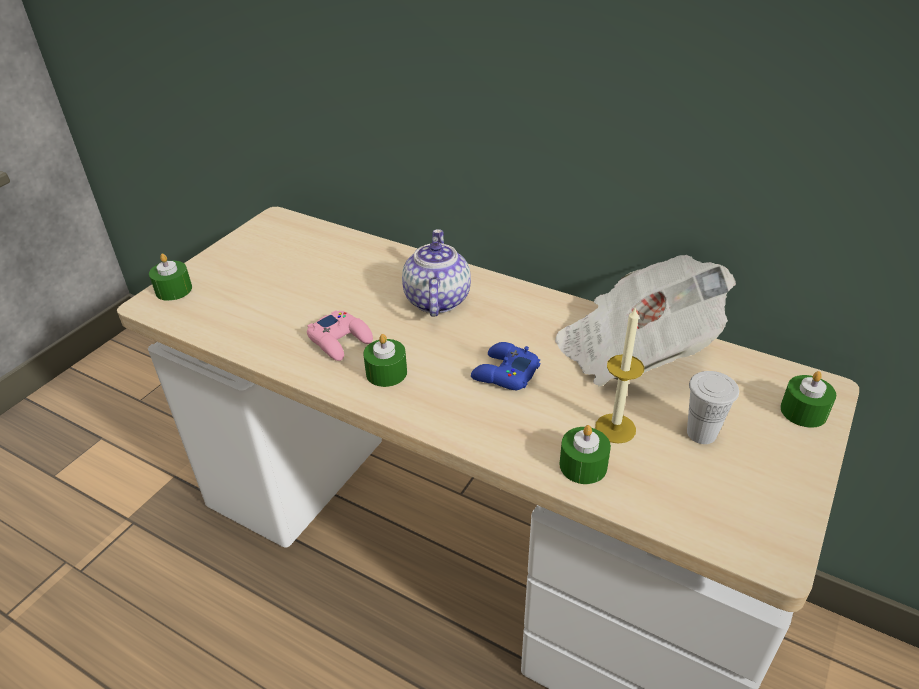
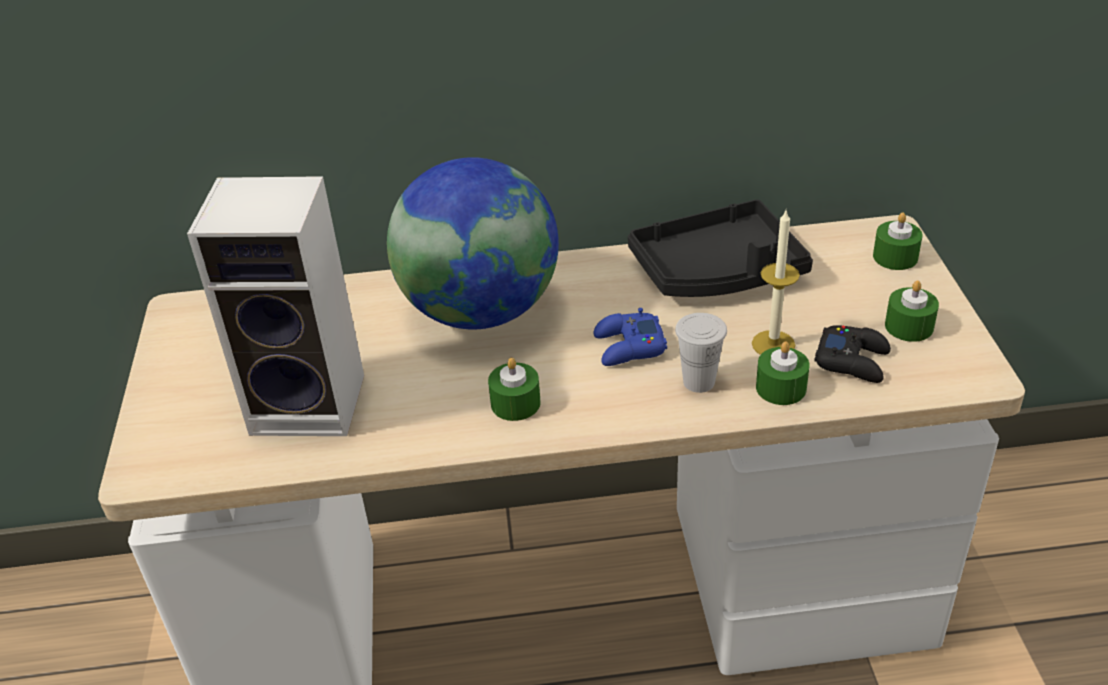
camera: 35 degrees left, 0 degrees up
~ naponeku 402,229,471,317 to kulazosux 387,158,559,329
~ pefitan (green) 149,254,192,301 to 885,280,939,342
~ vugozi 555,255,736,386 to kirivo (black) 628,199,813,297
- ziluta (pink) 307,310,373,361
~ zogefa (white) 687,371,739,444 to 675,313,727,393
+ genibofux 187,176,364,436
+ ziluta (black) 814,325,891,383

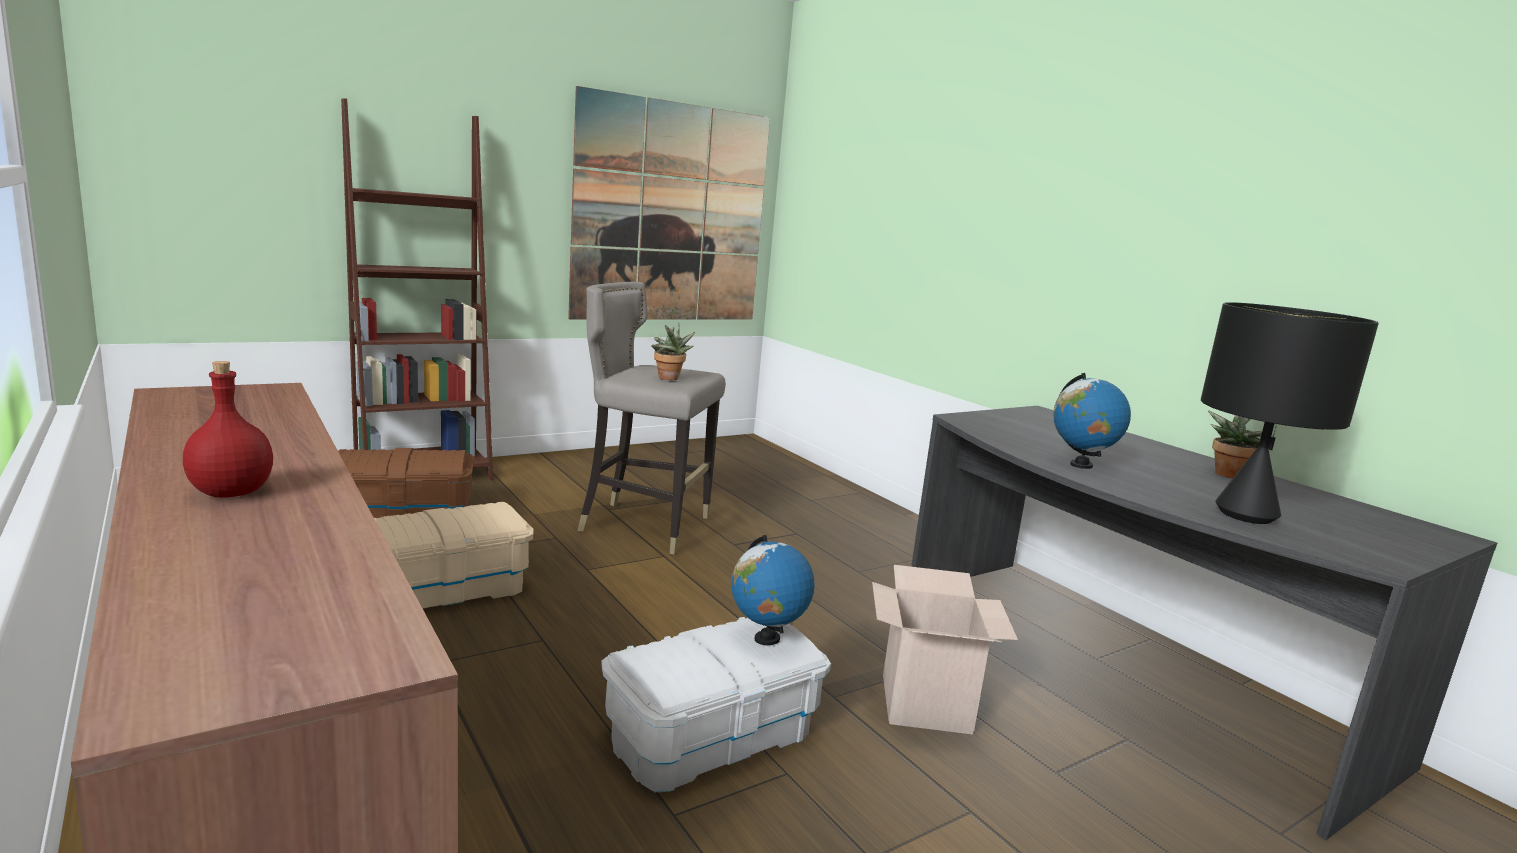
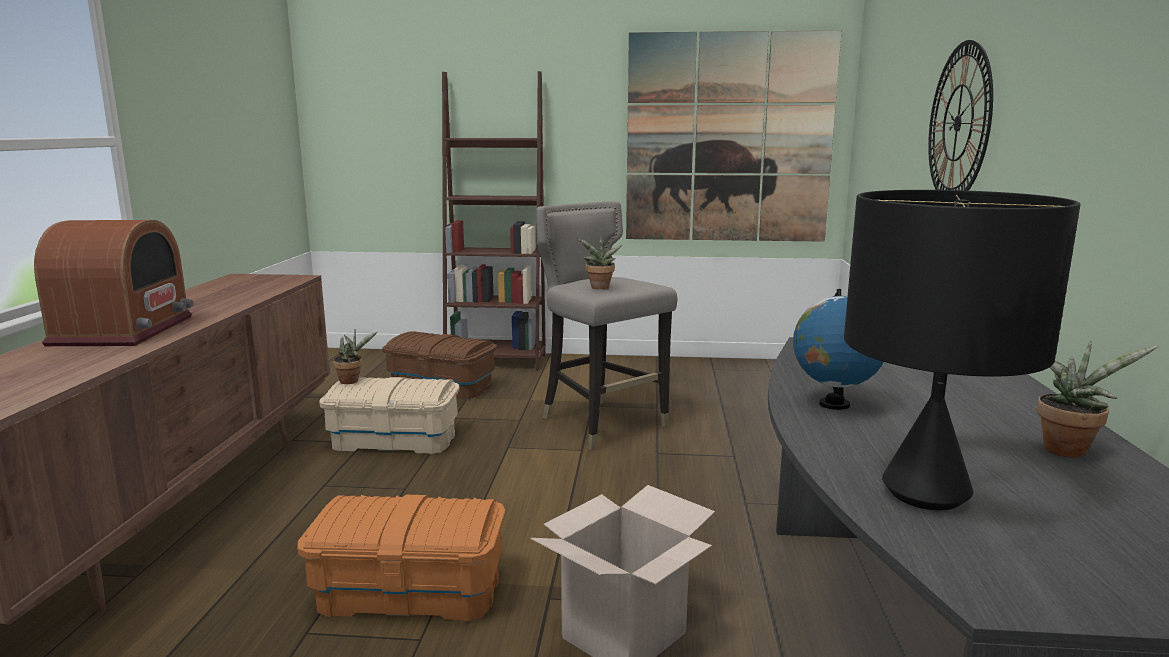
camera: 40 degrees right, 0 degrees up
~ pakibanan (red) 183,361,273,498 to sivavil 34,220,194,346
- kulazosux 731,535,815,645
~ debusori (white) 601,617,831,792 to debusori (orange) 297,495,505,622
+ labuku 928,40,993,191
+ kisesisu 333,329,377,384

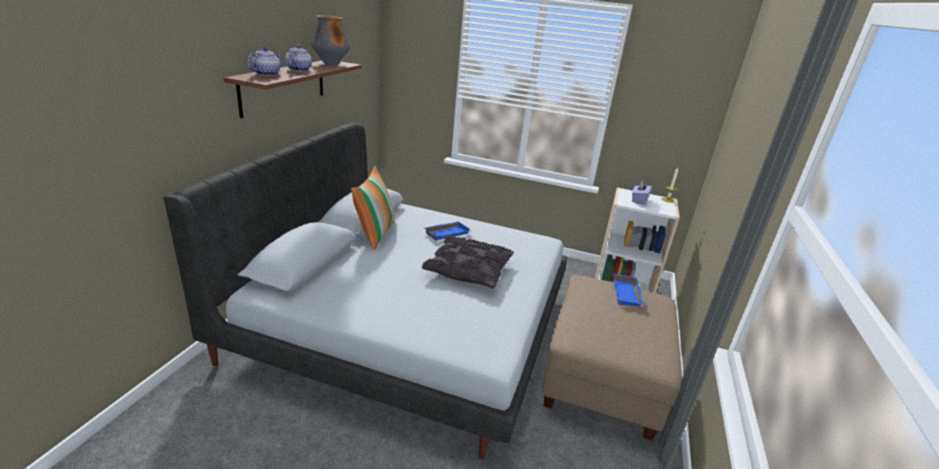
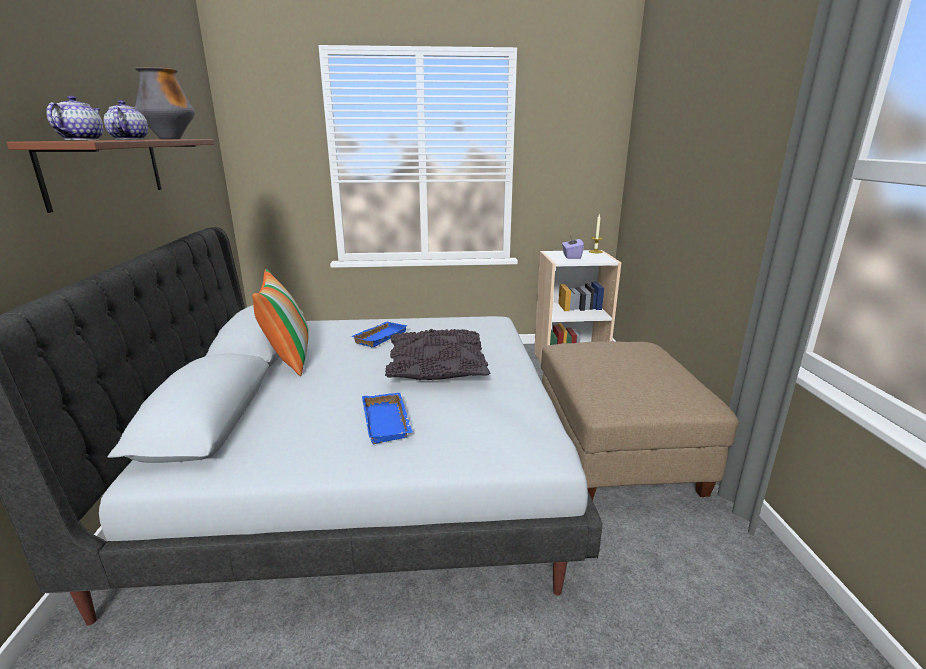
camera: 20 degrees left, 5 degrees down
~ kirivo (blue) 612,273,645,307 to 362,393,413,444

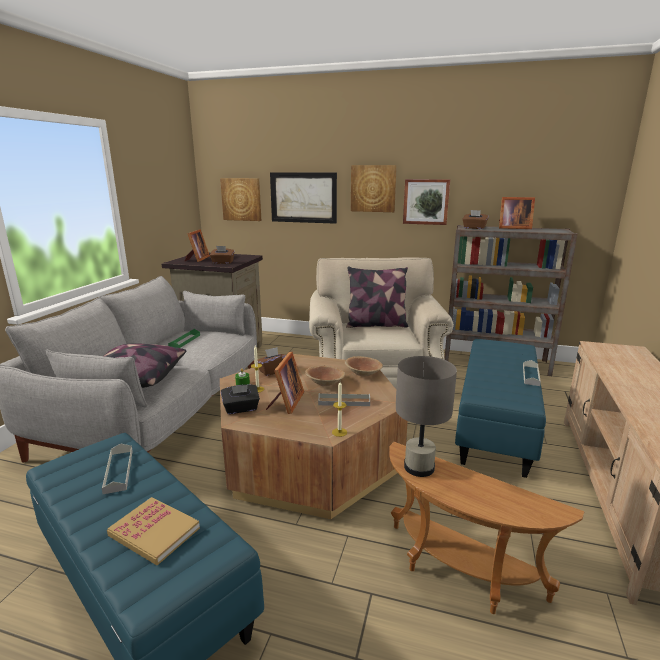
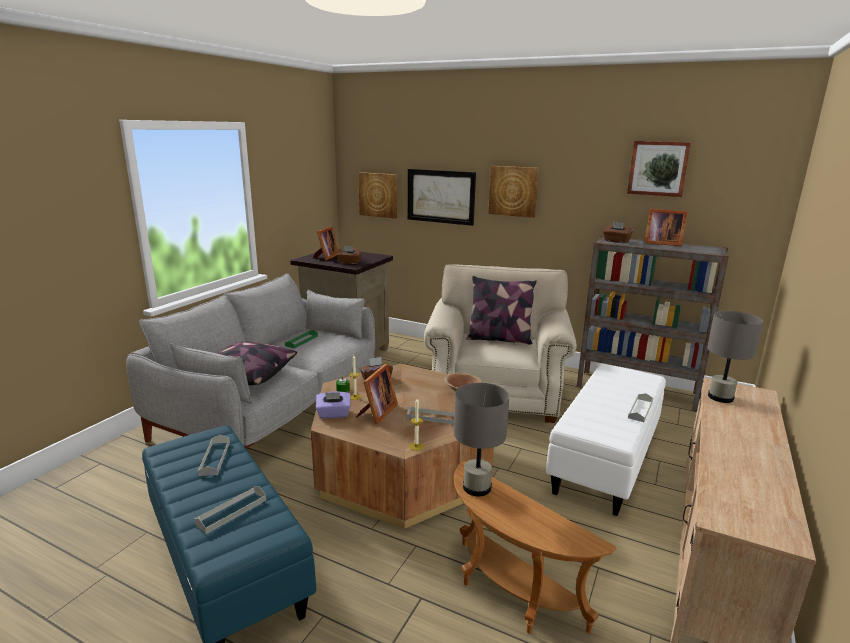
camera: 10 degrees right, 0 degrees up
~ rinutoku 403,179,450,225 to 627,141,691,197
~ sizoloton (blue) 455,339,546,478 to sizoloton (white) 546,364,666,516
- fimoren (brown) 305,365,345,386
~ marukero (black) 221,384,260,414 to marukero (purple) 316,392,351,418
~ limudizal 107,497,200,565 to kirivo (grey) 194,486,266,534
+ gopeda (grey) 707,311,763,403

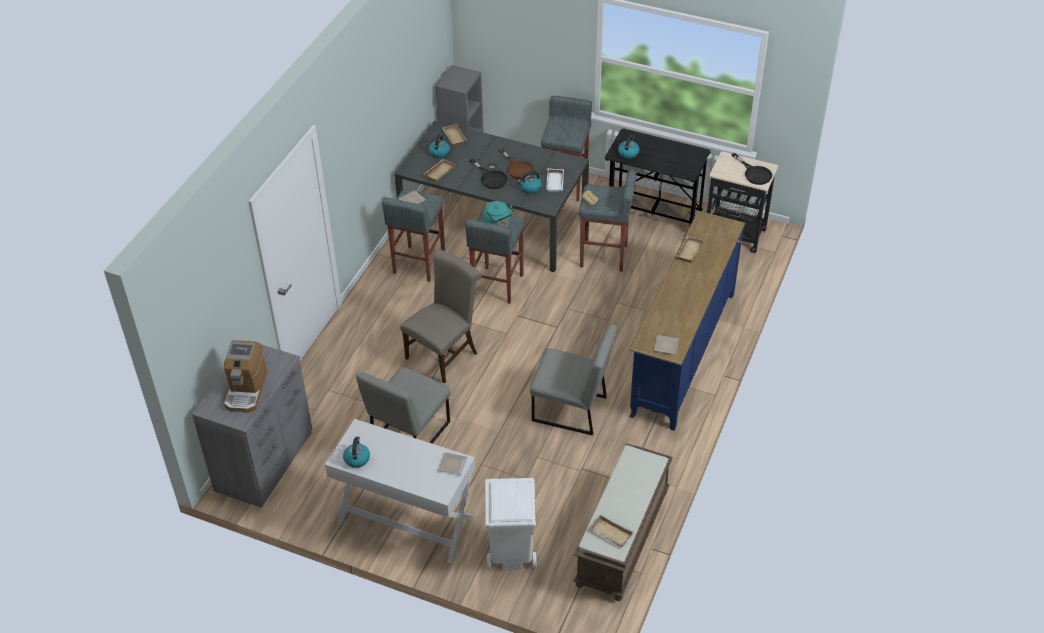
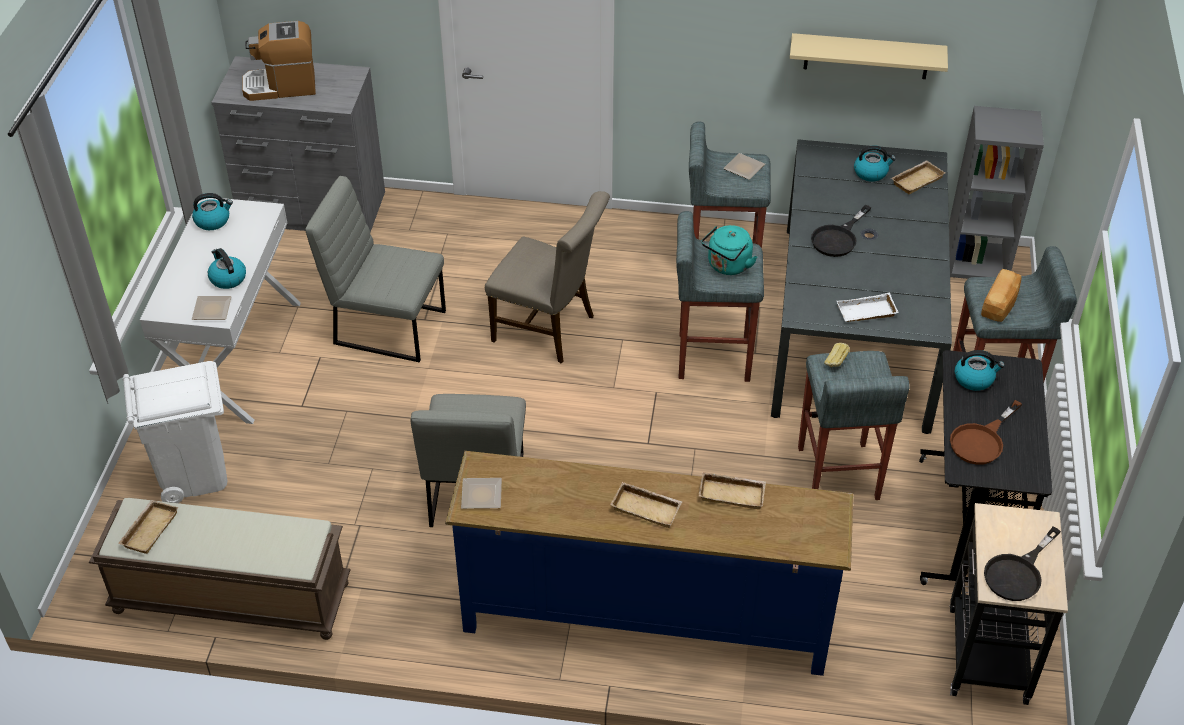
camera: 75 degrees right, 0 degrees up
~ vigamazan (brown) 499,148,534,179 to 950,400,1022,465
~ kirivo (beige) 424,159,455,182 to 610,482,682,528
~ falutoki 517,171,542,193 to 208,248,246,289
+ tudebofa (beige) 790,33,948,79
+ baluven 981,269,1021,322

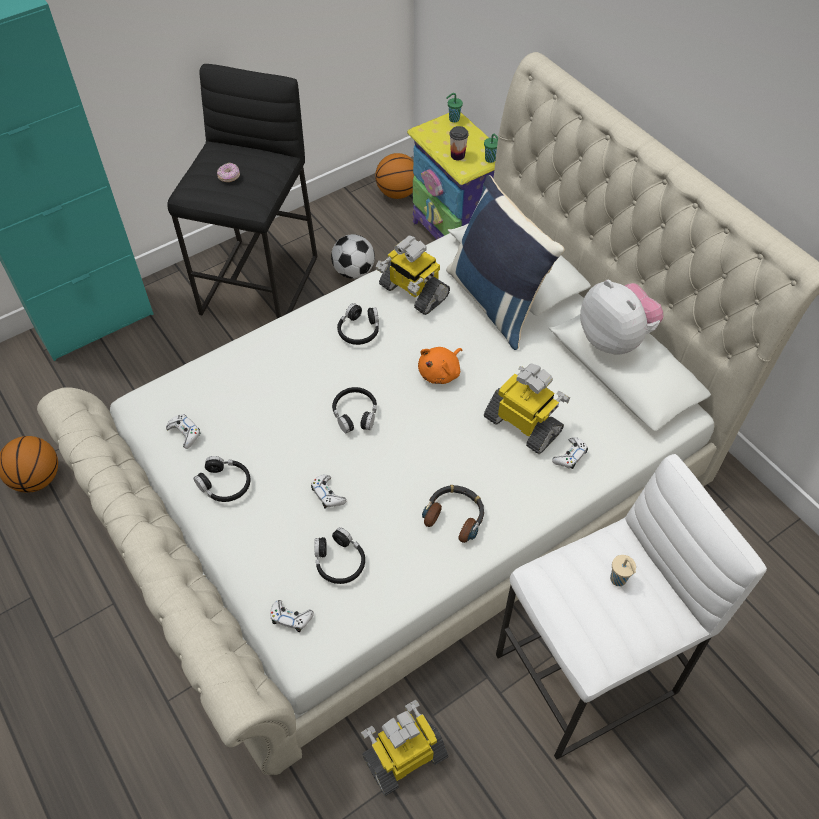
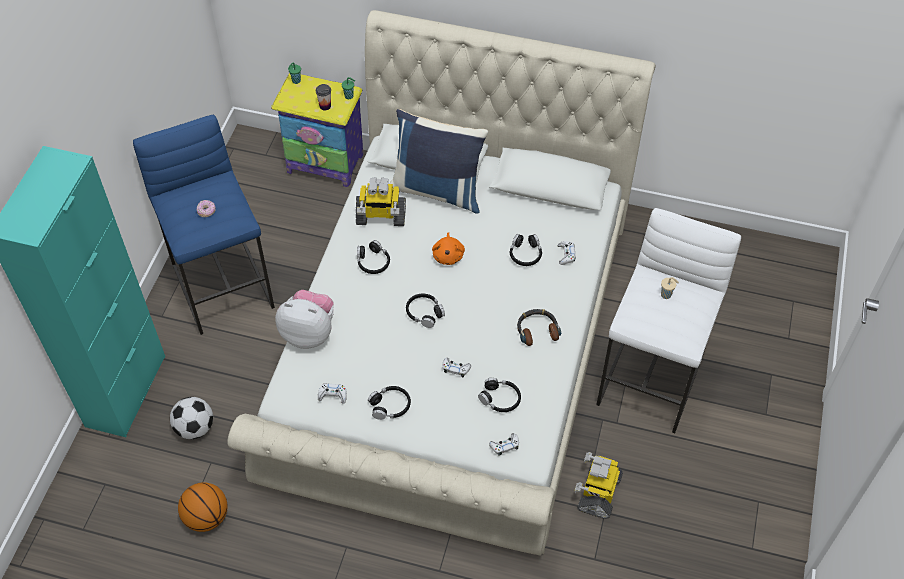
camera: 40 degrees left, 0 degrees up
~ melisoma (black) 167,64,318,319 to melisoma (blue) 133,115,275,335
- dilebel 375,153,414,199
~ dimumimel 331,234,375,279 to 170,397,213,439
~ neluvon 580,280,664,355 to 275,290,334,349
~ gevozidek 484,363,570,454 to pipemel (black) 510,234,542,266

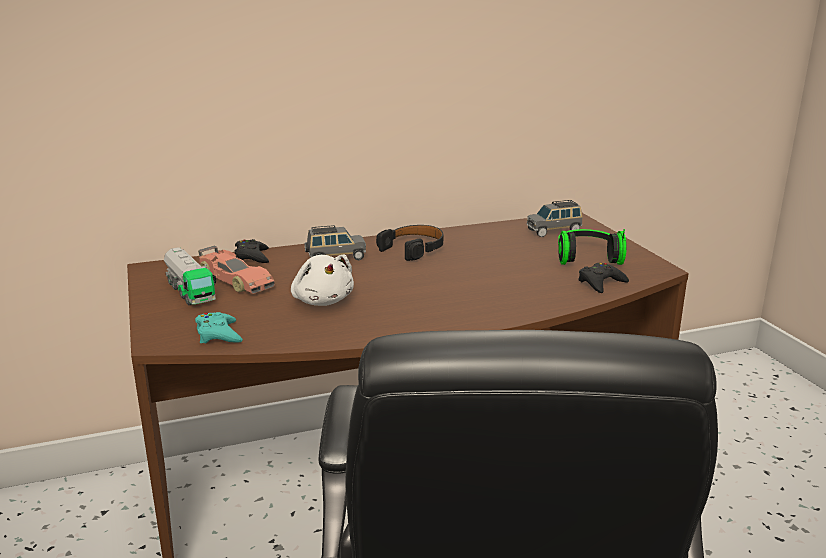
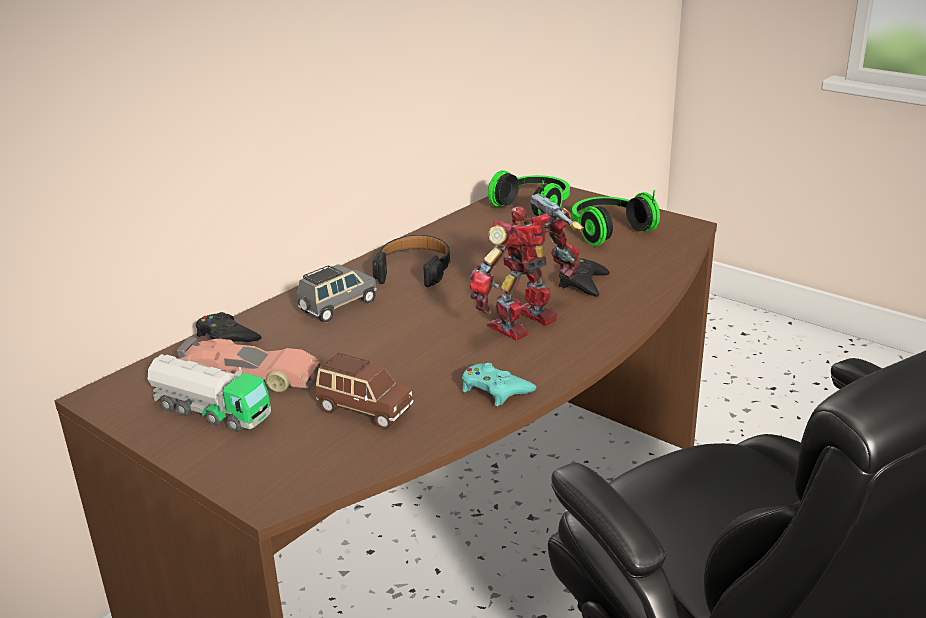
camera: 30 degrees left, 5 degrees up
~ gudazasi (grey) 527,200,582,237 to pipemel 488,170,570,216
- neluvon (white) 291,255,354,306
~ ziluta (black) 578,263,629,293 to 559,258,610,296
~ ziluta (turquoise) 195,312,243,344 to 462,363,536,406
+ gevozidek 470,193,584,341
+ gudazasi (brown) 316,353,413,430

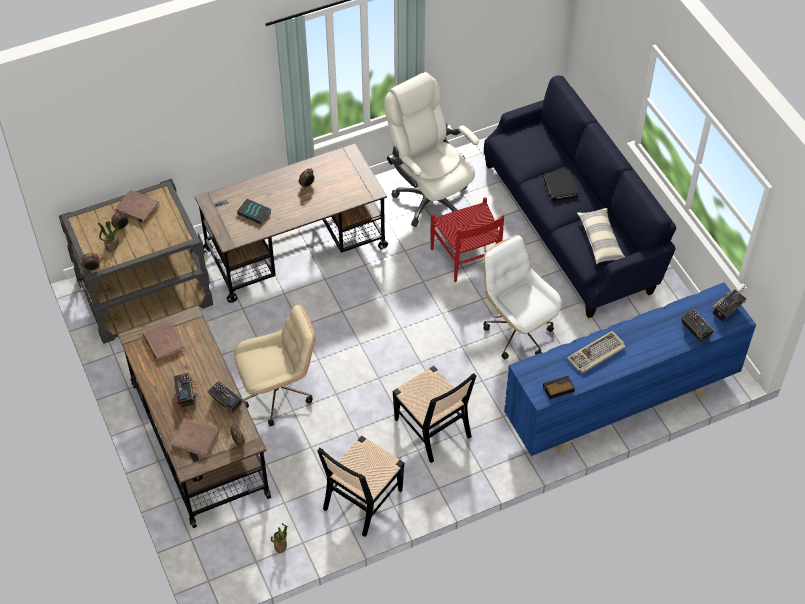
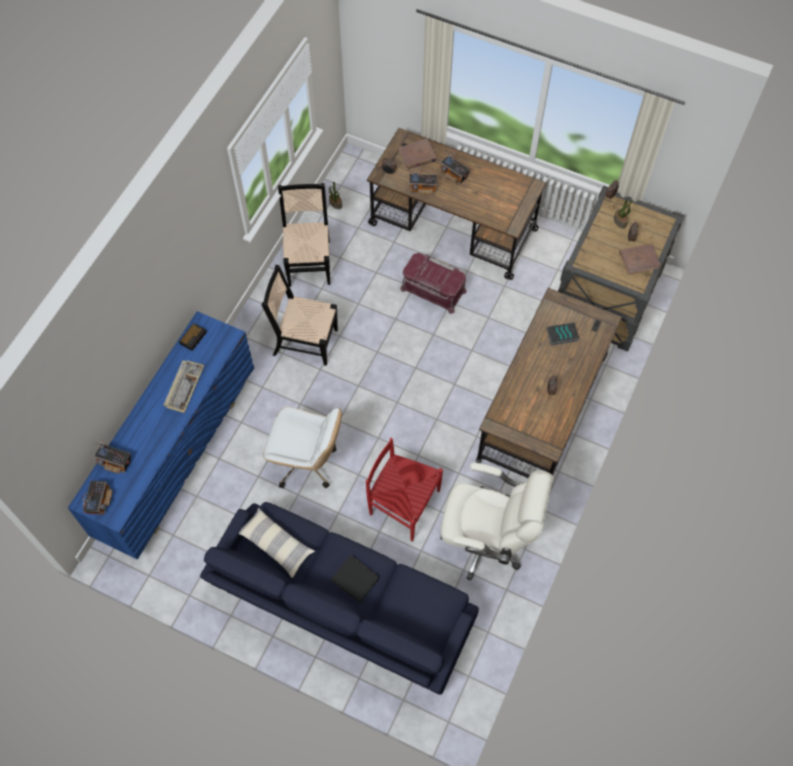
camera: 140 degrees right, 10 degrees up
~ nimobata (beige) 234,304,316,426 to debusori (red) 400,253,467,314
- limudizal (brown) 143,321,185,362

